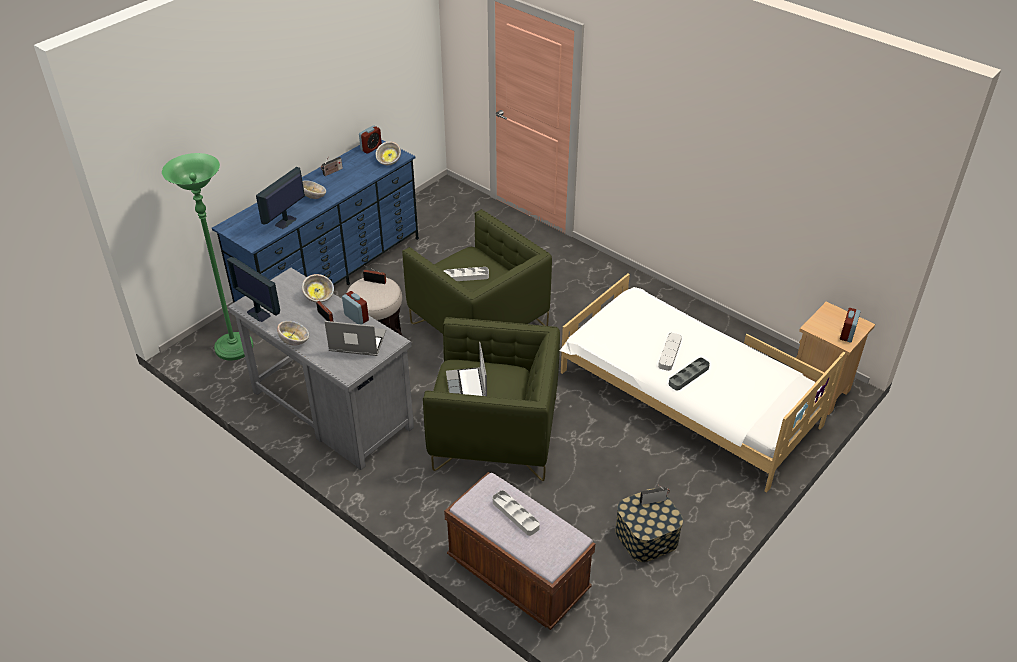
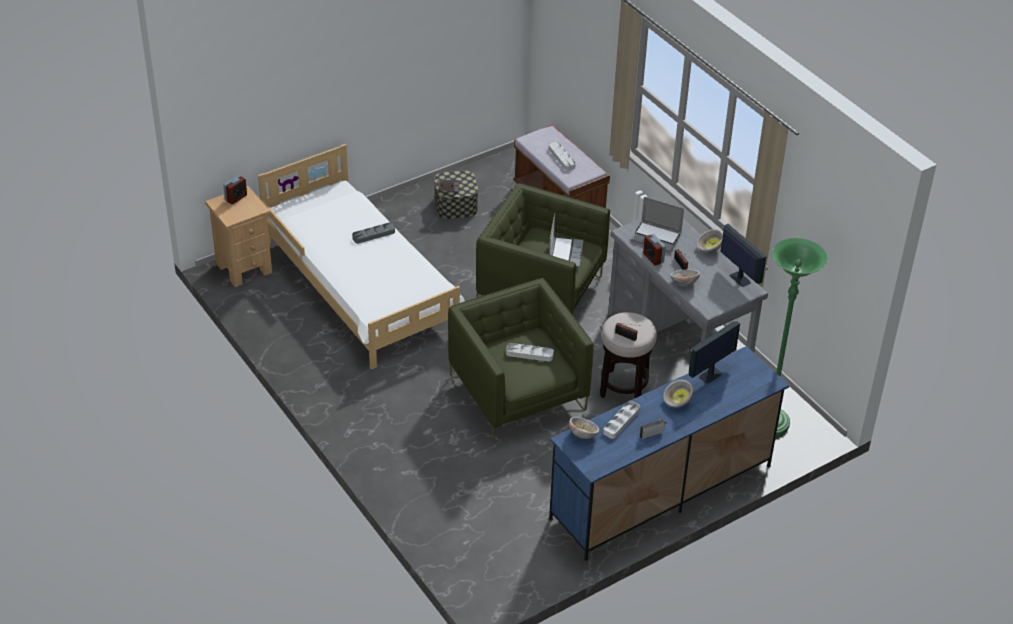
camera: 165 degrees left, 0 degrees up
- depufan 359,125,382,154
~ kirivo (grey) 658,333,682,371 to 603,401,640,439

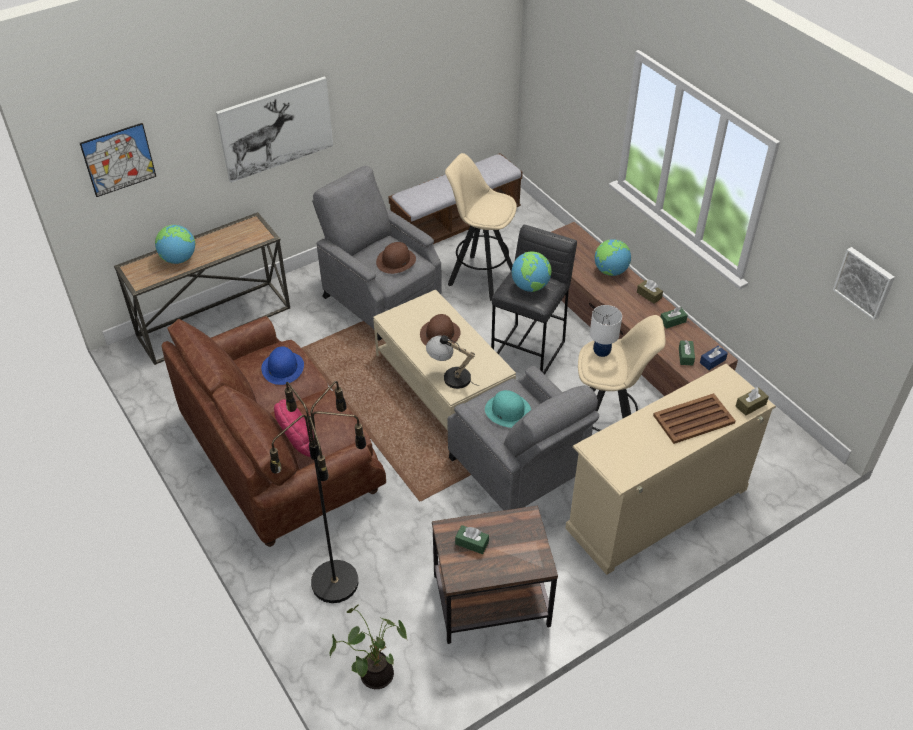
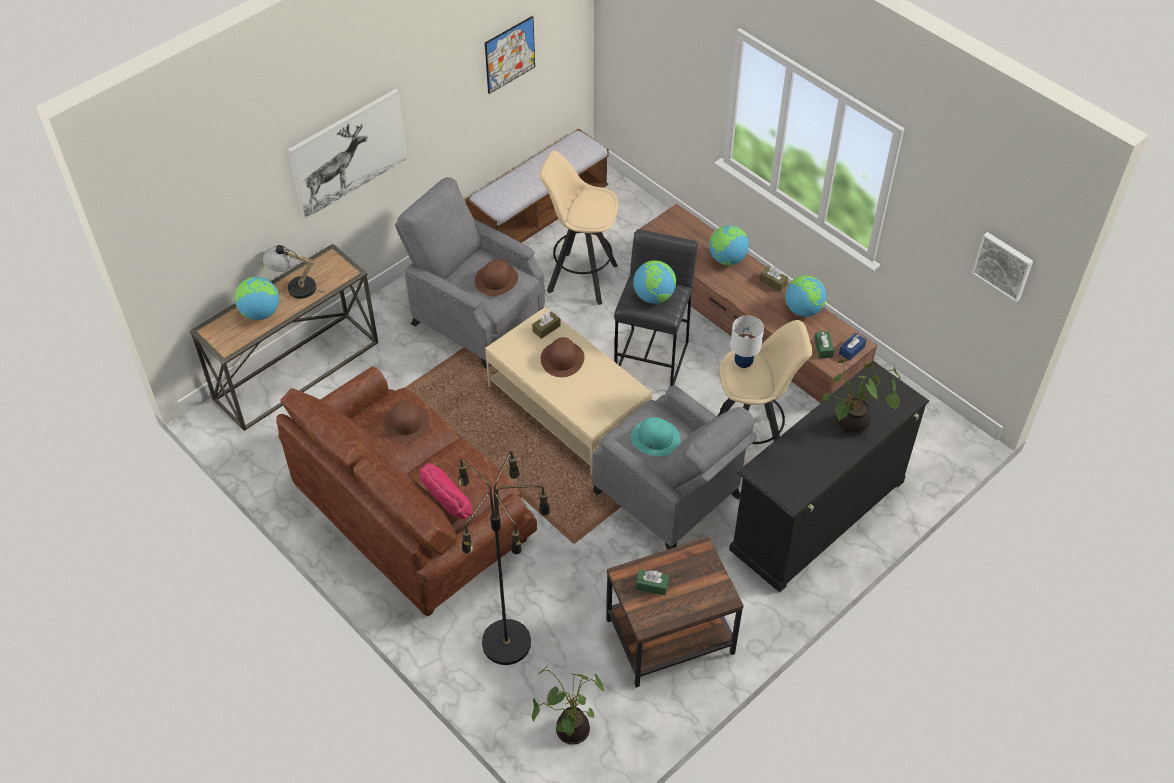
camera: 10 degrees left, 5 degrees up
~ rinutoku 80,123,156,197 to 485,16,535,94
~ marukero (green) 661,307,688,329 to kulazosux 785,276,826,317
~ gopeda 426,335,479,389 to 263,245,326,299
~ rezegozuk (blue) 261,346,304,385 to rezegozuk (brown) 383,400,429,443
~ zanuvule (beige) 565,364,776,575 to zanuvule (black) 729,361,929,592
~ marukero (brown) 735,387,769,416 to 532,311,561,339
~ kirivo (brown) 653,393,735,444 to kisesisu 823,358,901,435

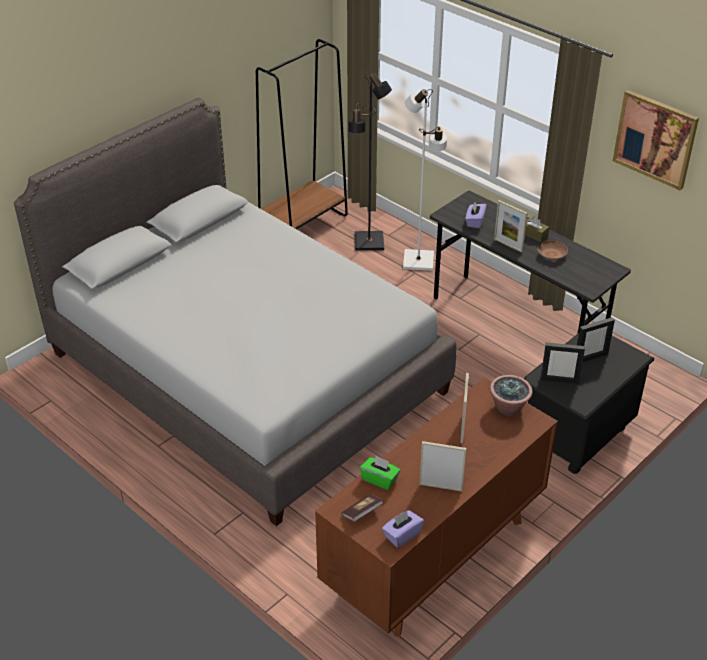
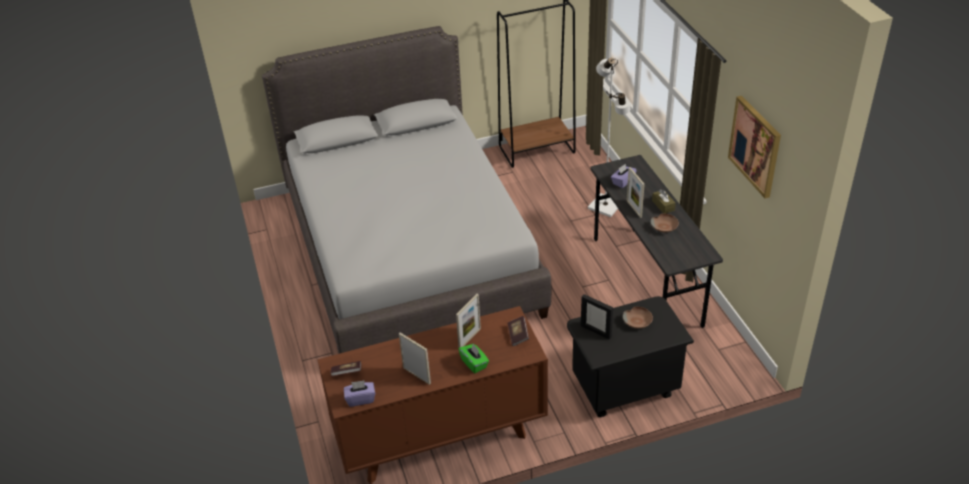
camera: 30 degrees right, 0 degrees up
- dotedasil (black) 348,72,392,251
~ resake 577,317,615,362 to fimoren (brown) 623,307,653,329
~ kisesisu 490,375,533,416 to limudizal 508,316,529,346
~ marukero (green) 360,456,400,490 to 458,344,489,373

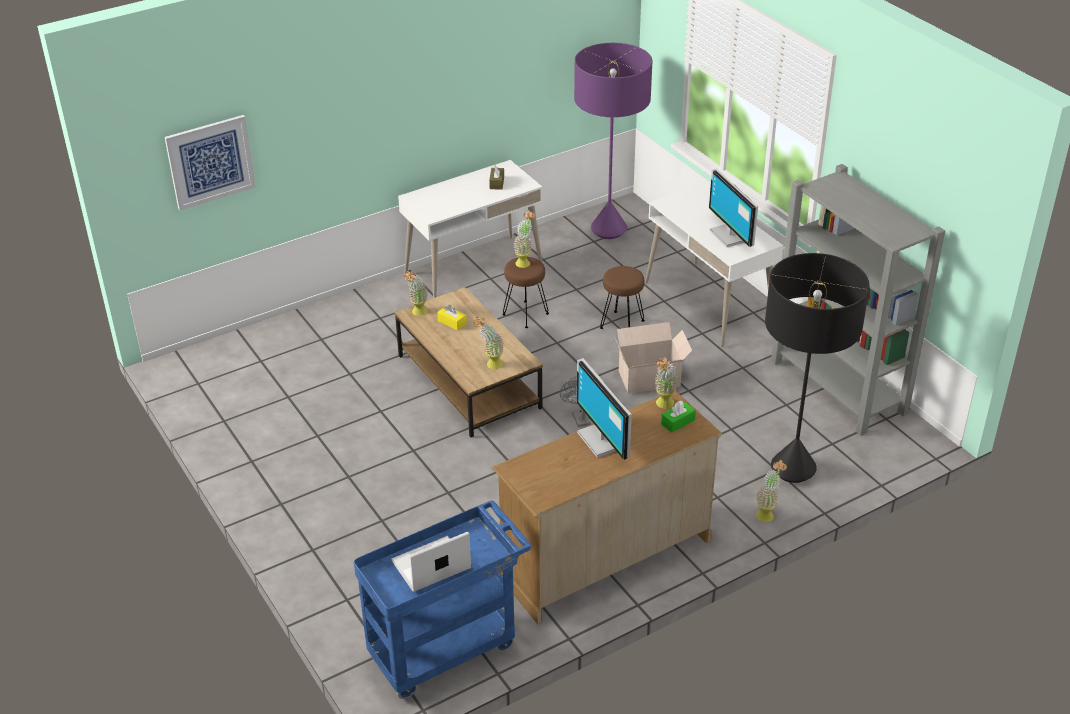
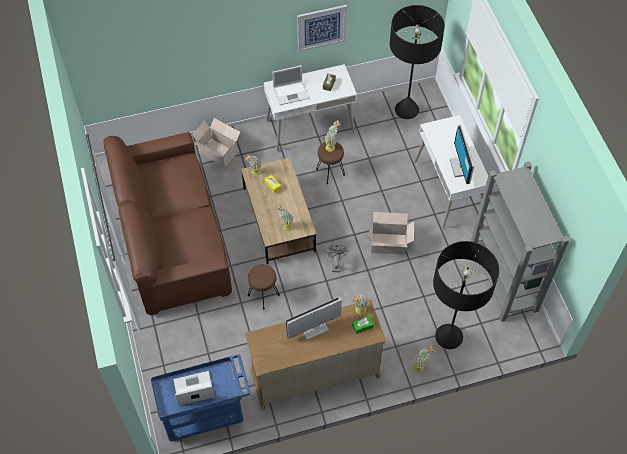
camera: 15 degrees right, 20 degrees up
~ dotedasil (purple) 574,43,652,239 to dotedasil (black) 390,5,445,119
~ rinutoku 165,115,256,210 to 297,5,347,52
~ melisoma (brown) 600,266,645,329 to 248,264,280,309
~ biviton 577,358,632,460 = 286,297,342,341 75 degrees clockwise
+ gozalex 272,65,309,105
+ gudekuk 192,118,240,167
+ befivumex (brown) 103,132,232,315

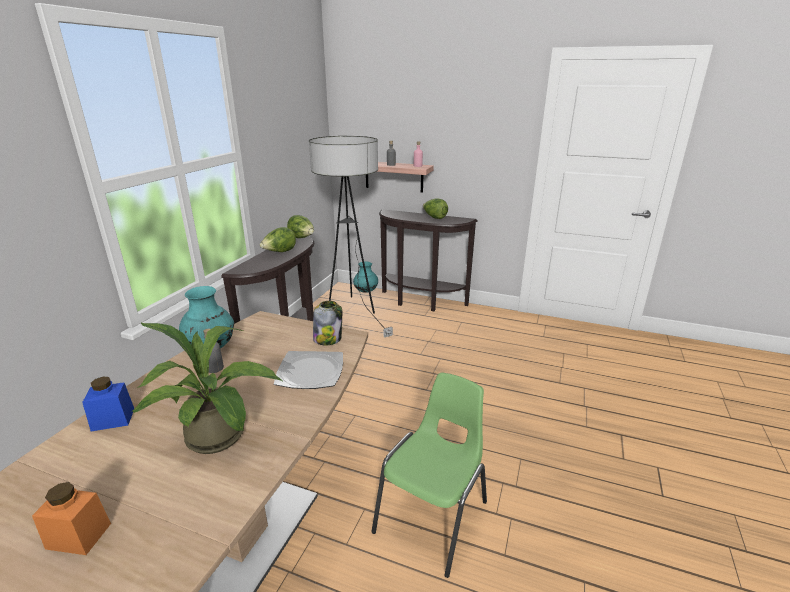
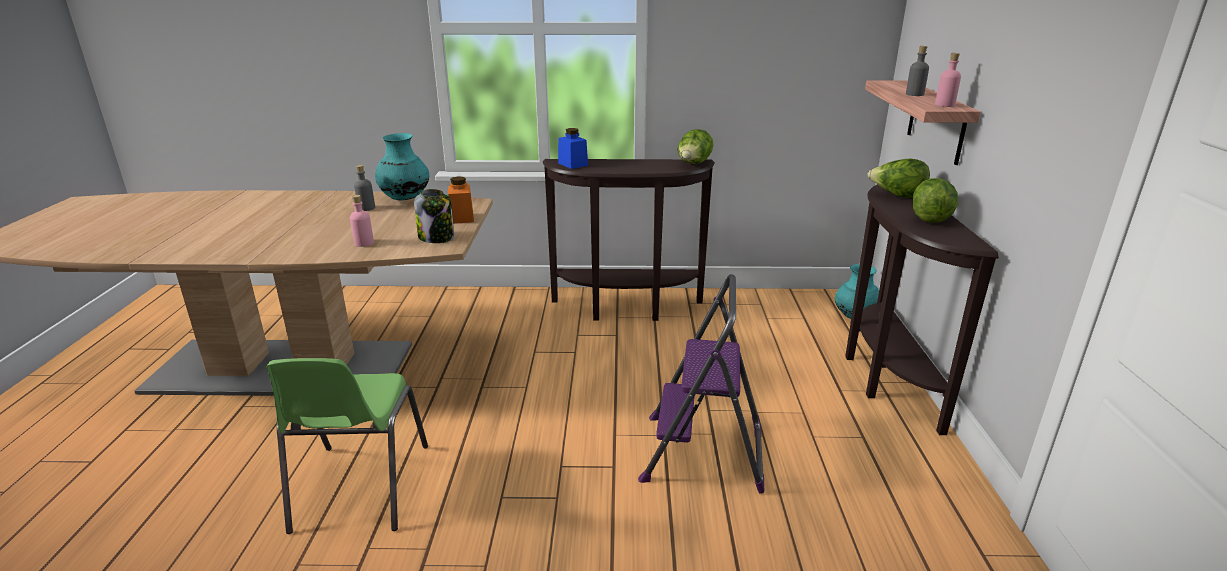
camera: 70 degrees right, 0 degrees up
- dotedasil 309,136,393,337
~ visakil 260,227,296,252 to 868,159,930,198
- kisesisu 132,322,282,454
~ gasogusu 274,351,343,389 to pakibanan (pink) 350,195,374,247
~ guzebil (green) 371,372,487,578 = 266,358,428,534 75 degrees clockwise
~ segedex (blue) 82,377,134,431 to 558,128,588,169
~ segedex (orange) 32,482,111,555 to 448,177,474,224
+ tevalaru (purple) 638,274,764,494

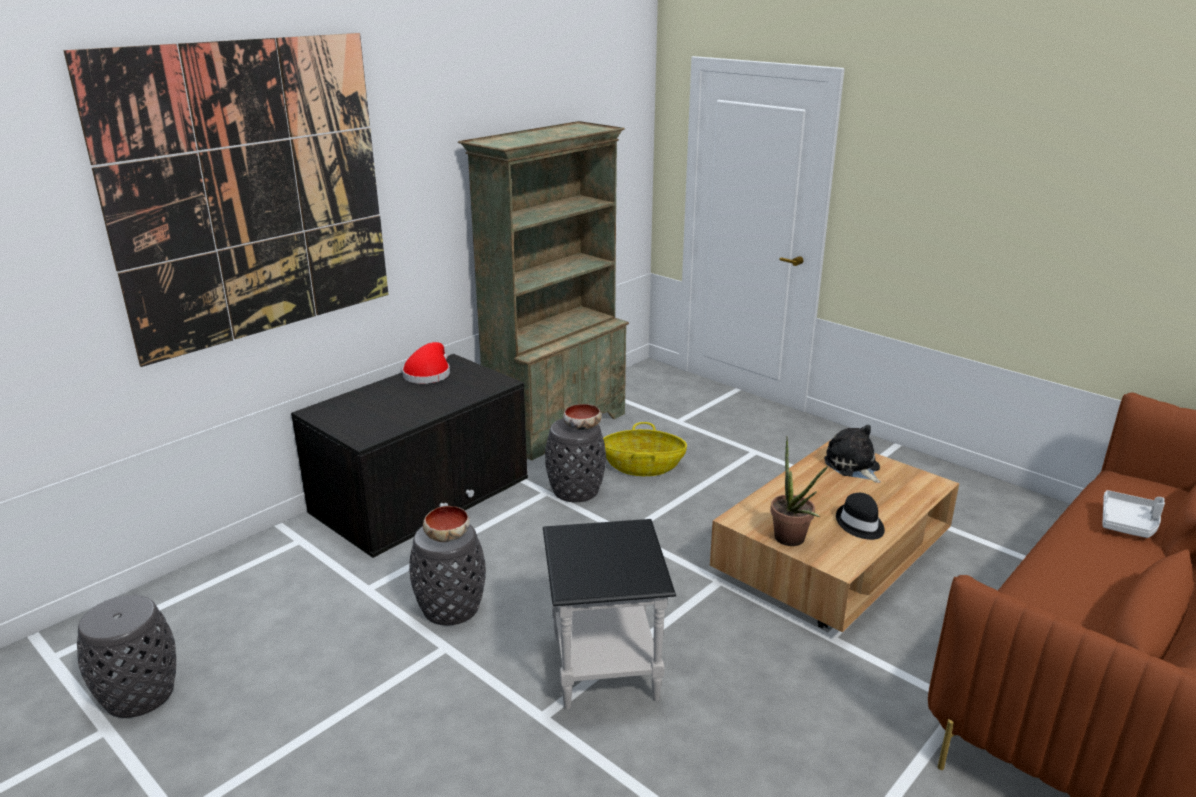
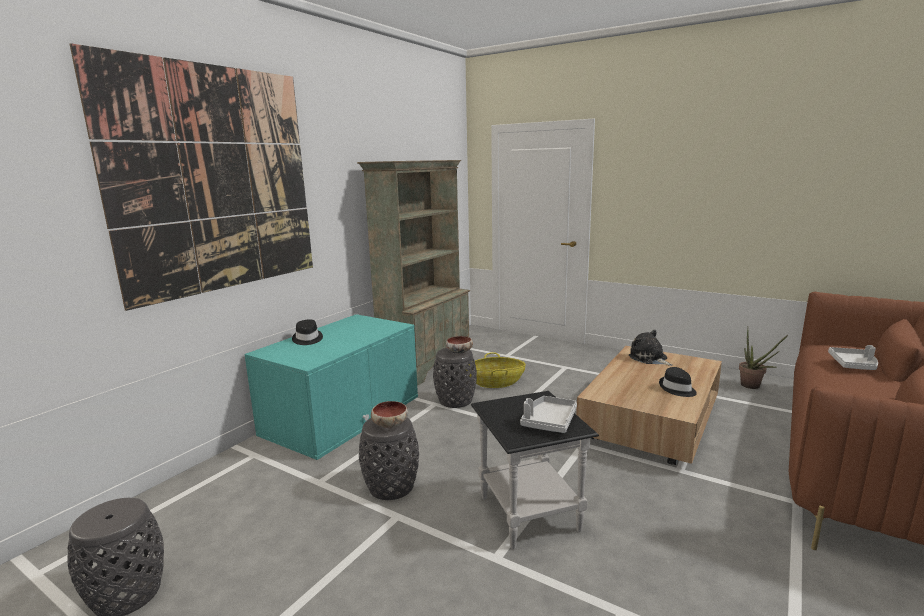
camera: 10 degrees left, 10 degrees down
- rezegozuk (red) 402,342,450,384
~ zanuvule (black) 291,354,528,558 to zanuvule (turquoise) 244,314,418,460
~ kisesisu 770,436,828,546 to 739,329,788,389
+ rezegozuk (black) 292,319,323,345
+ kirivo (grey) 520,396,577,433

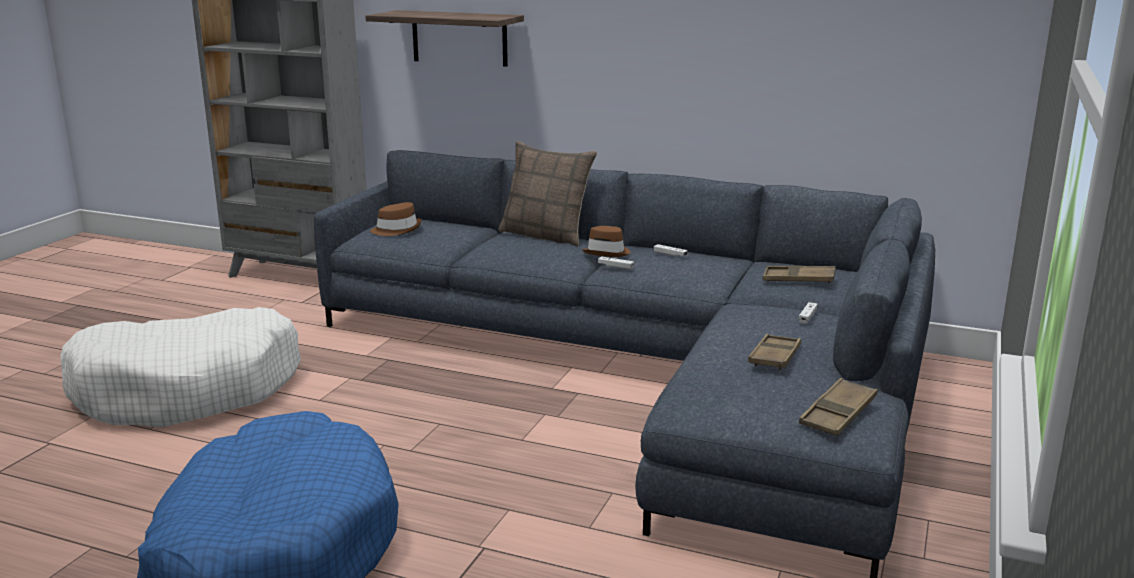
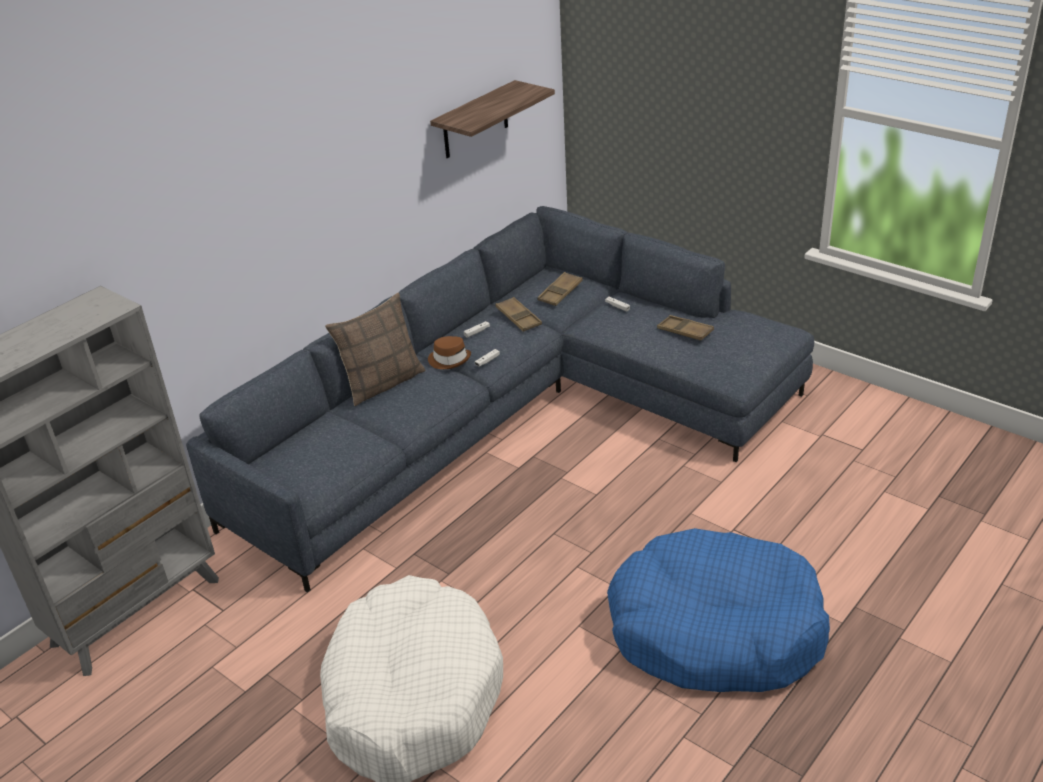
camera: 70 degrees left, 15 degrees up
~ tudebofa 365,10,524,67 to 430,80,555,158
- rezegozuk (brown) 370,202,422,236
~ kirivo (brown) 799,378,878,436 to 495,297,542,332

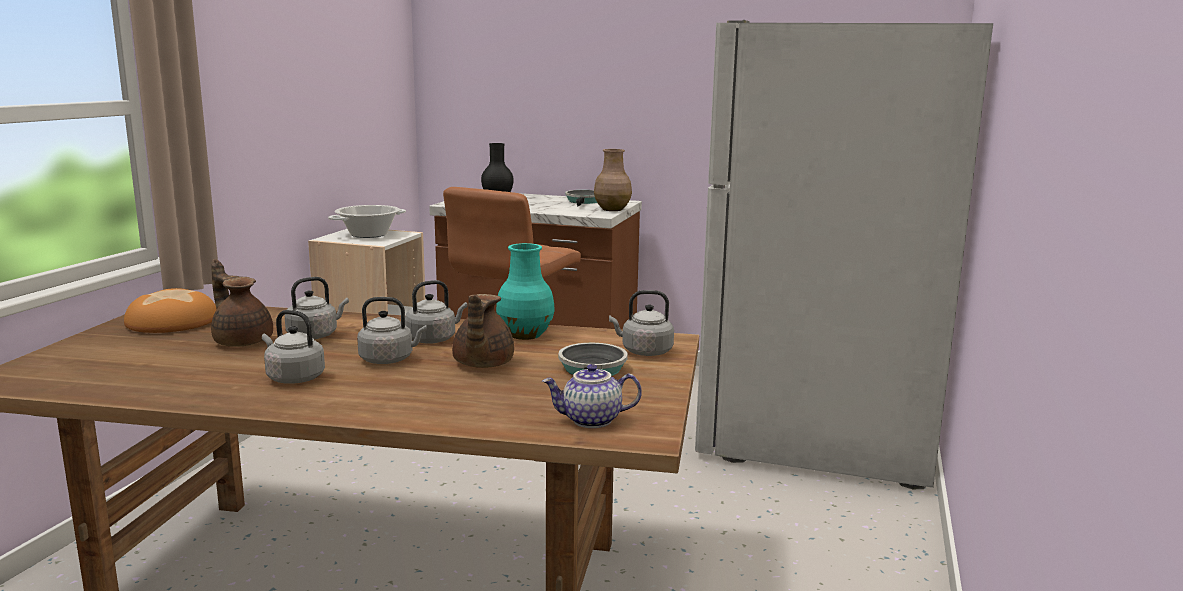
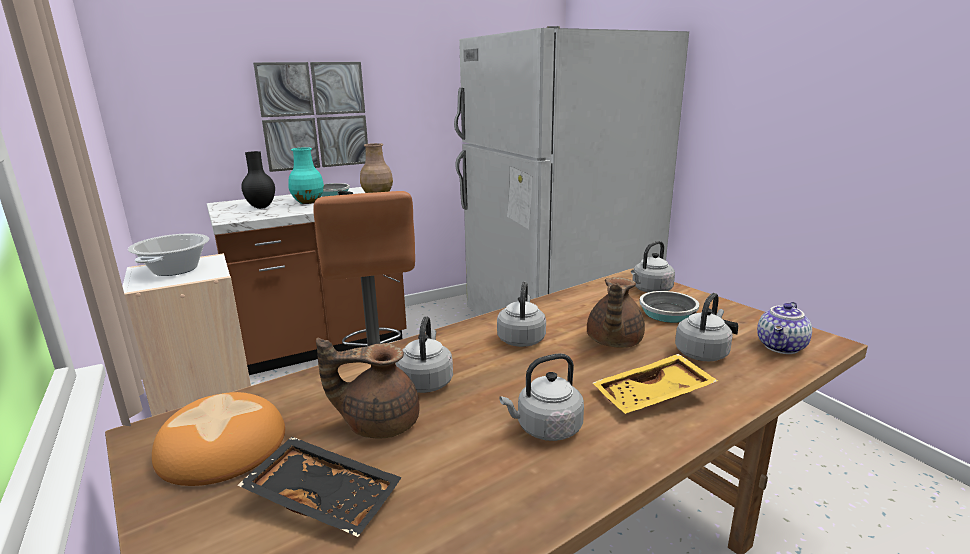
camera: 45 degrees left, 5 degrees up
~ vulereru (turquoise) 496,243,555,340 to 288,147,324,204
~ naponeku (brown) 452,294,514,368 = 587,277,645,348 60 degrees clockwise
~ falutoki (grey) 357,297,427,364 to 675,293,733,361
+ rinutoku 253,62,368,172
+ kirivo (yellow) 593,354,718,414
+ kirivo (black) 237,437,402,537

